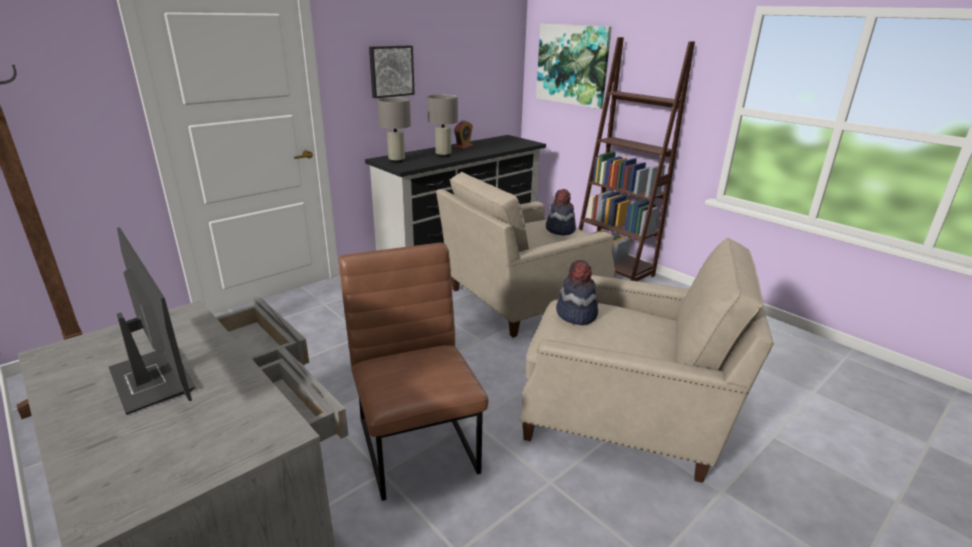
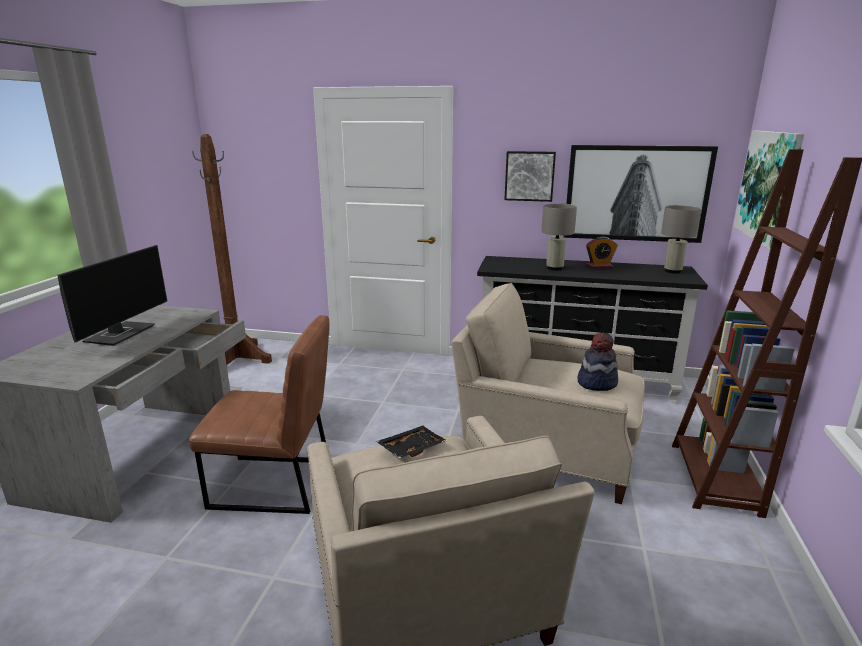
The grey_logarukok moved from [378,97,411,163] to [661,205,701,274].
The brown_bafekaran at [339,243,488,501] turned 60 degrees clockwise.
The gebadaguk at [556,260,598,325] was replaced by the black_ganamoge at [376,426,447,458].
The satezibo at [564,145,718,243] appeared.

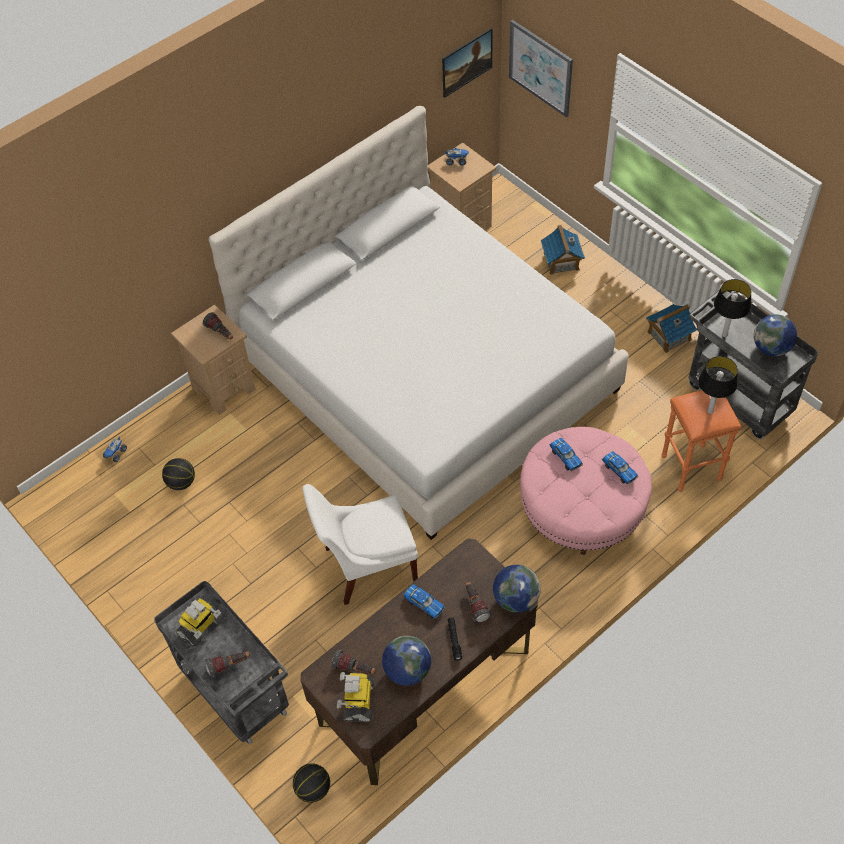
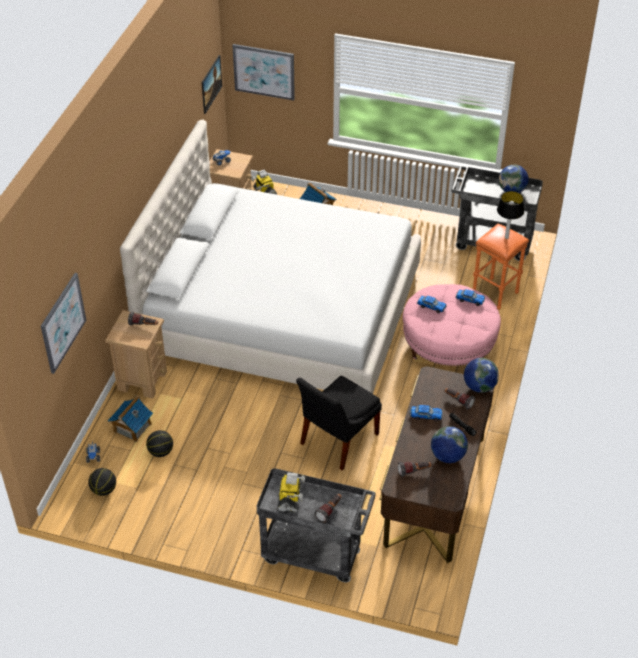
The logarukok at [714,279,751,337] disappeared.
The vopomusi moved from [646,304,697,353] to [108,396,153,442].
The white_bafekaran at [302,484,418,605] became the black_bafekaran at [296,376,382,470].
The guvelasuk moved from [337,672,375,722] to [251,170,277,195].
The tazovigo moved from [293,764,330,803] to [88,468,116,496].
The satezibo at [41,273,86,374] appeared.

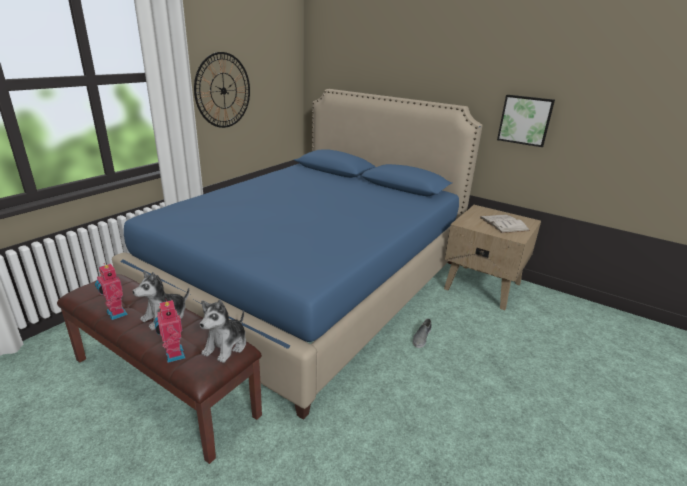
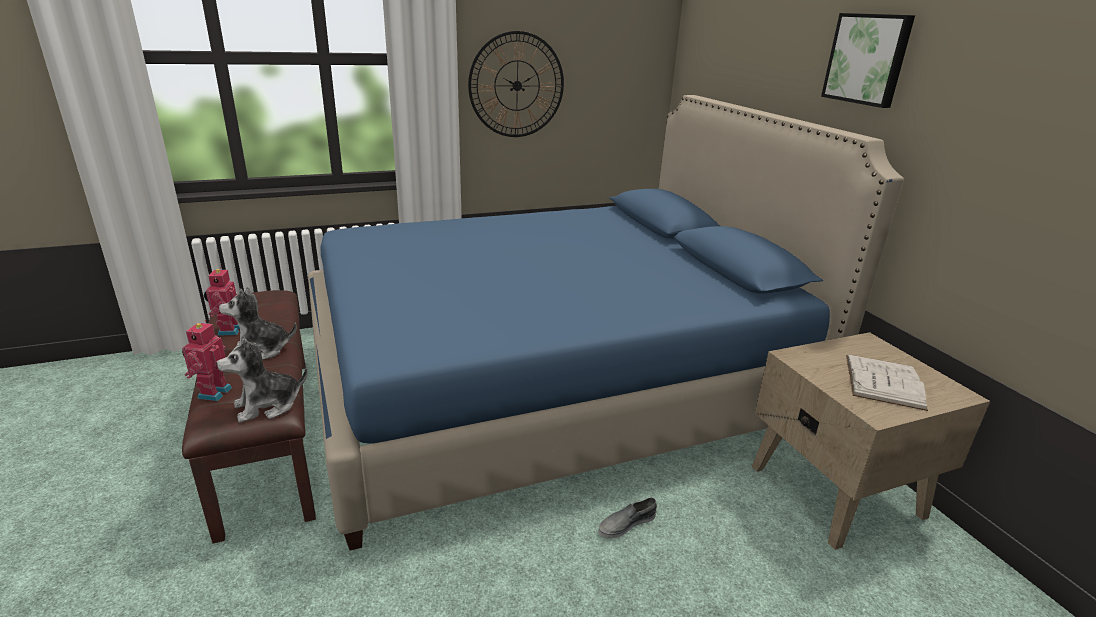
The satezibo moved from [497,95,555,147] to [821,13,915,108].

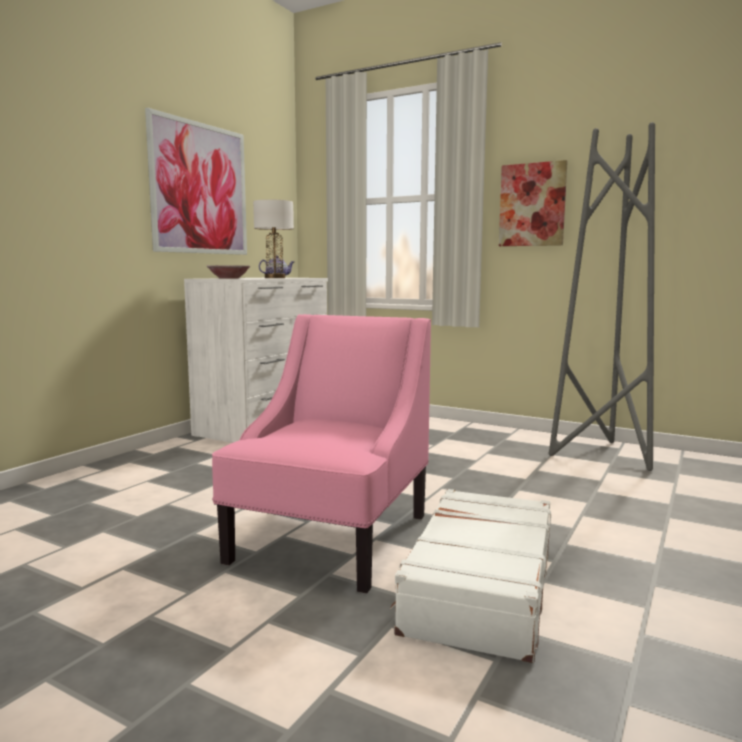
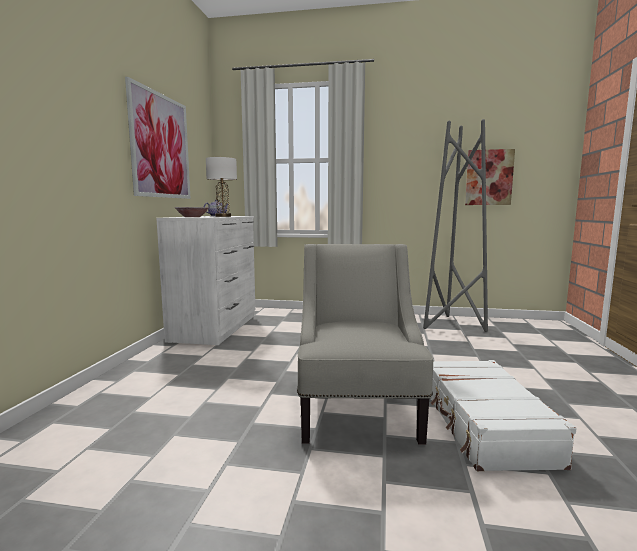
The satezibo moved from [499,160,568,246] to [465,149,515,205].
The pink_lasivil at [212,314,431,594] became the grey_lasivil at [297,244,433,445].

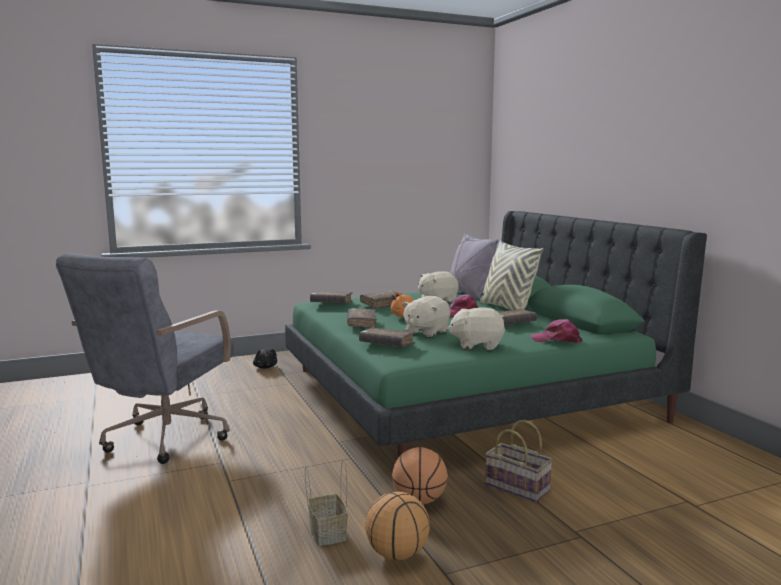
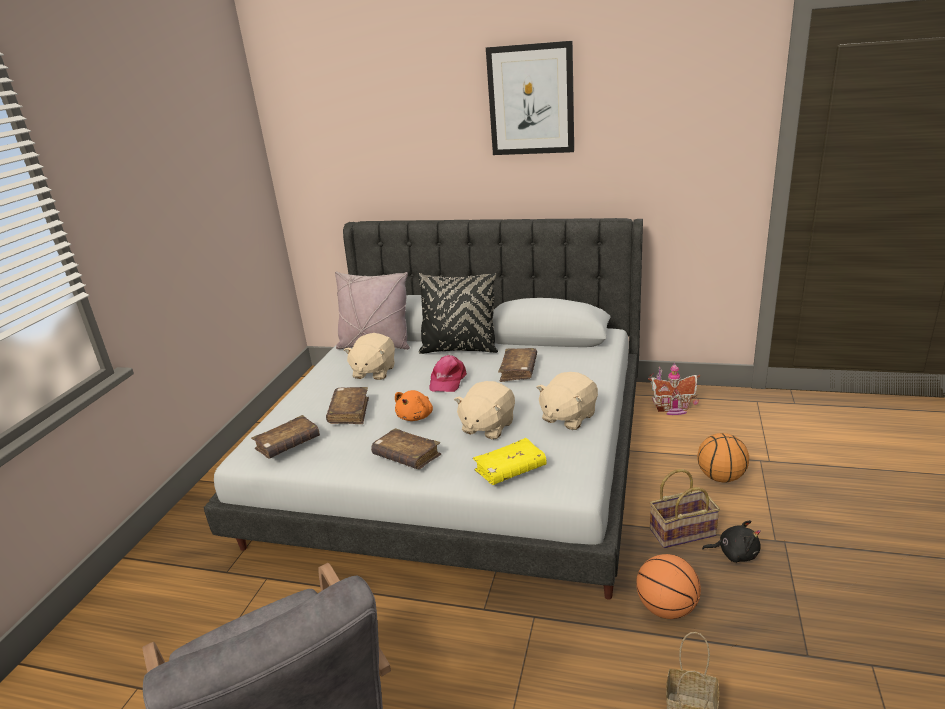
The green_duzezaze at [285,211,707,458] became the grey_duzezaze at [204,218,643,600].
The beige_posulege at [480,240,543,310] became the black_posulege at [418,273,498,354].
The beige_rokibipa at [402,296,450,337] turned 45 degrees clockwise.
The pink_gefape at [531,319,582,343] disappeared.
The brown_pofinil at [359,327,415,347] became the yellow_pofinil at [473,438,547,485].
The black_rokibipa moved from [253,349,277,369] to [702,520,761,563].
The tazovigo moved from [365,492,430,560] to [697,433,749,483].
The satezibo at [486,41,574,155] appeared.
The vopomusi at [648,363,700,415] appeared.

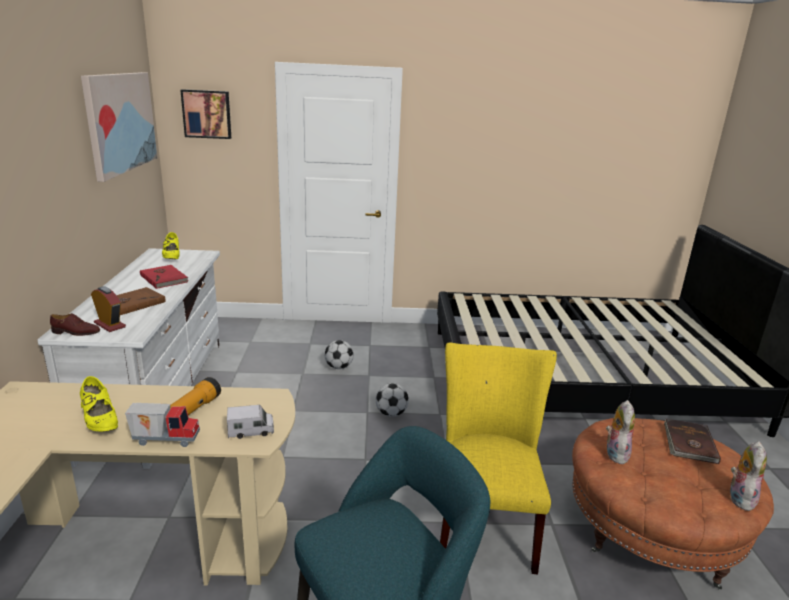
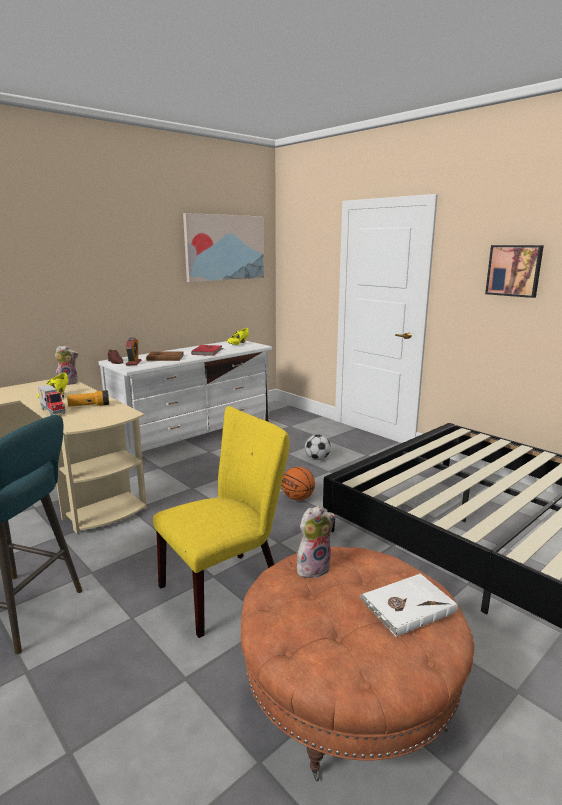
The satezibo moved from [180,89,231,139] to [485,245,544,298].
The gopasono at [376,383,409,417] was replaced by the tazovigo at [282,467,315,501].
The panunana at [227,405,274,439] disappeared.
The brown_pofinil at [664,419,721,464] became the white_pofinil at [359,574,458,637].
The rokibipa moved from [730,441,767,511] to [55,346,78,385].

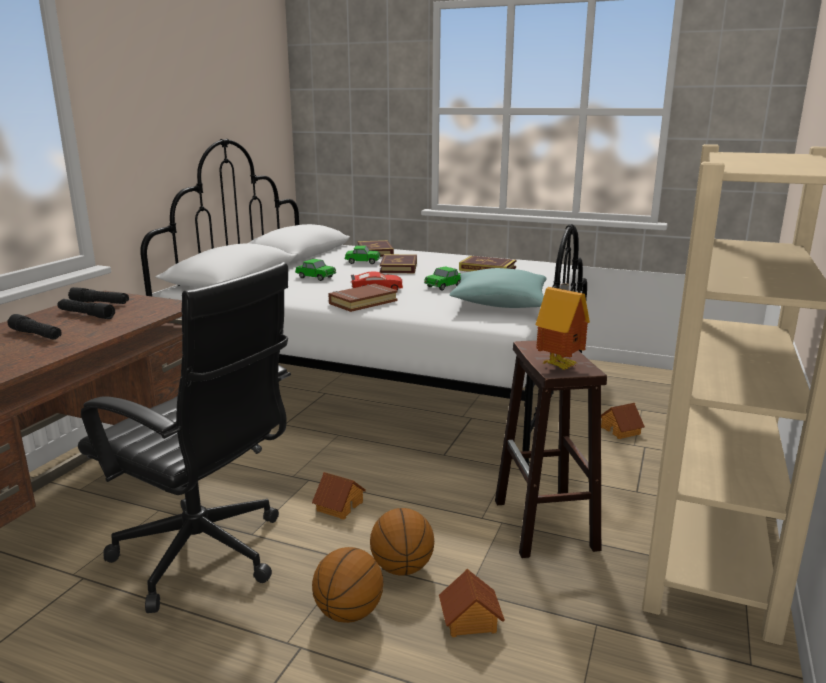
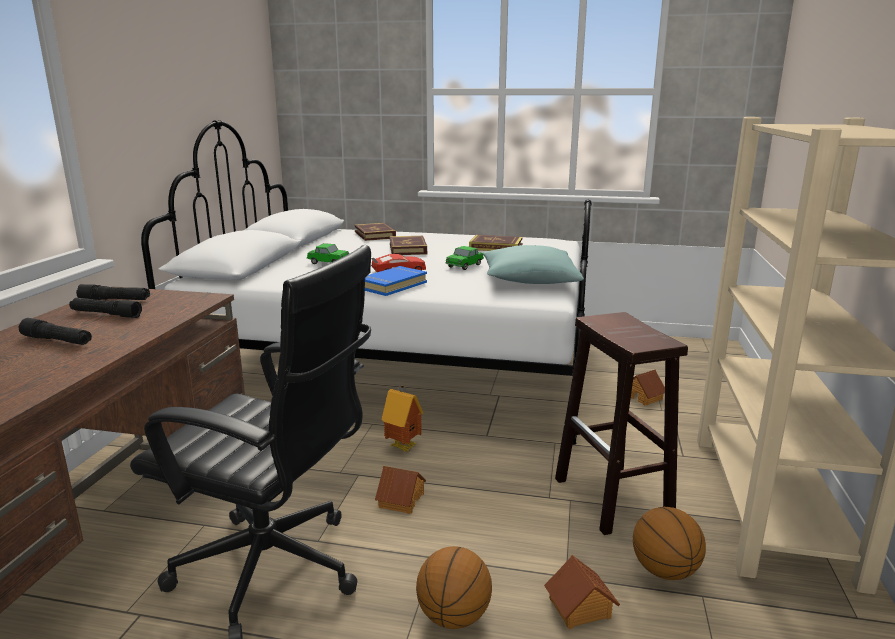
The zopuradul at [345,245,381,264] disappeared.
The vopomusi moved from [536,283,590,370] to [381,385,423,452].
The brown_pofinil at [328,284,398,312] became the blue_pofinil at [365,266,427,296].
The tazovigo moved from [370,508,434,576] to [633,507,706,580].

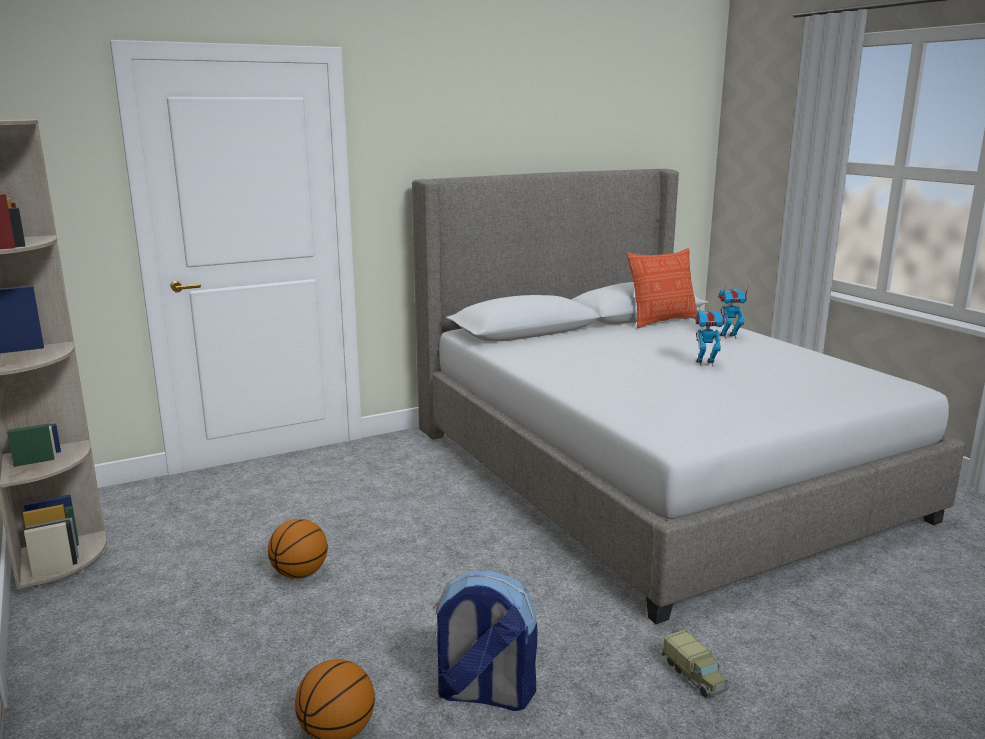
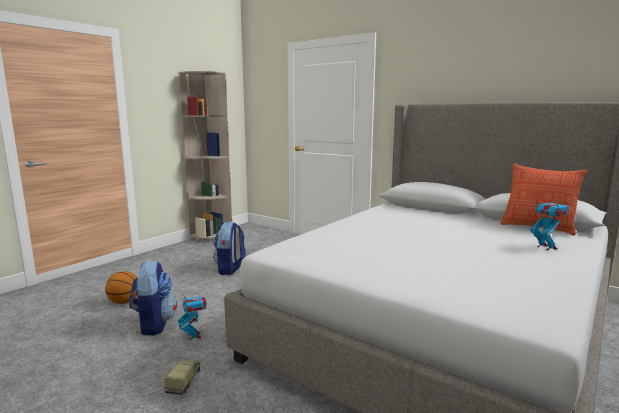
The guvelasuk moved from [695,308,726,366] to [178,291,207,340].
The tazovigo at [268,519,328,579] was replaced by the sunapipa at [213,221,246,275].
The panunana at [662,630,729,697] turned 150 degrees clockwise.

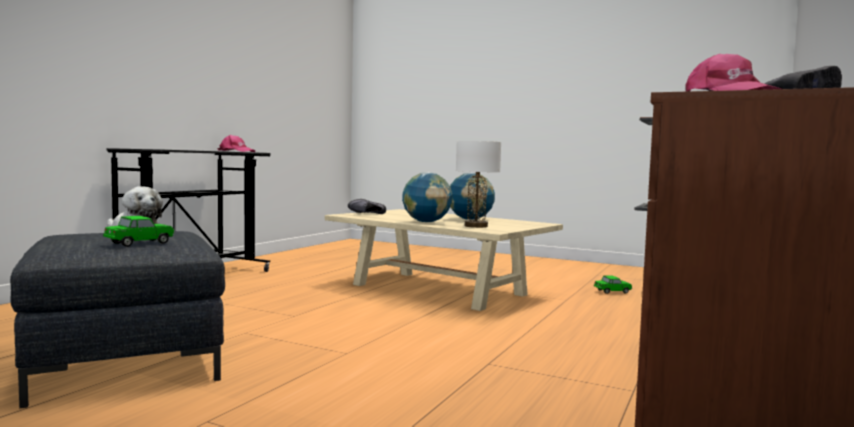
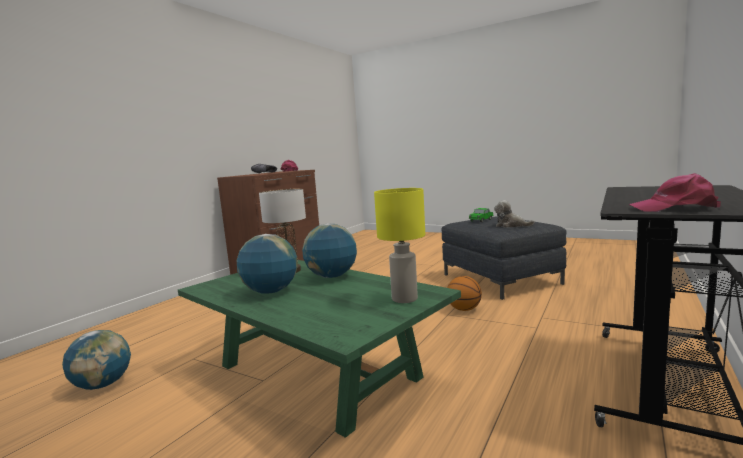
The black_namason at [348,199,386,214] was replaced by the yellow_logarukok at [374,188,425,303].
The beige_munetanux at [325,209,563,311] became the green_munetanux at [178,260,461,438].
The zopuradul at [594,276,632,294] was replaced by the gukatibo at [62,330,131,390].
The tazovigo at [447,276,482,311] appeared.

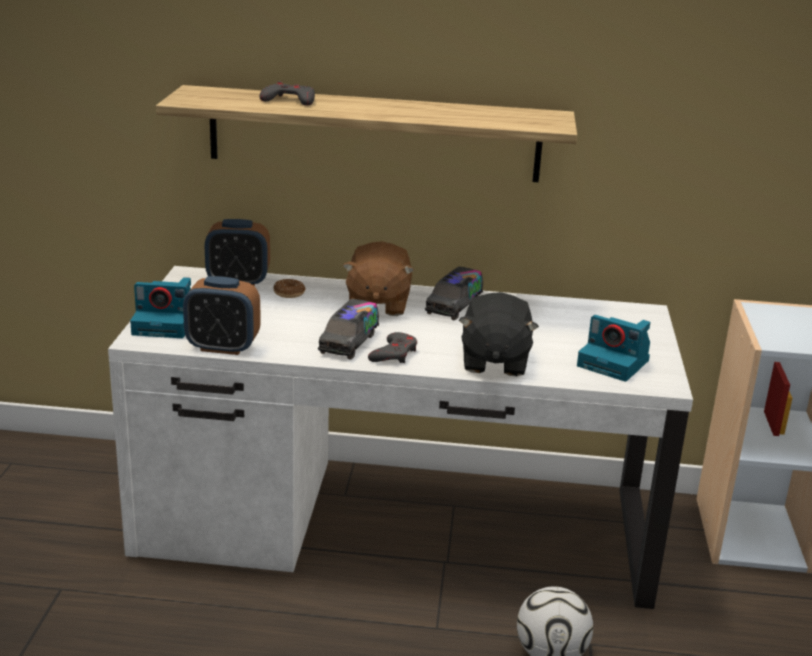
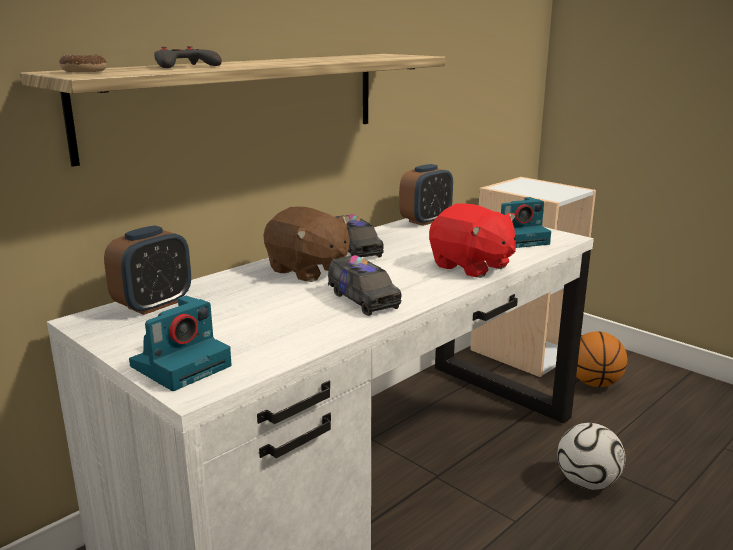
The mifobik moved from [183,276,261,355] to [399,164,453,226].
The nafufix moved from [273,279,306,298] to [59,54,107,72].
The black_rokibipa at [459,292,539,376] became the red_rokibipa at [429,204,516,278].
The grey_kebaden at [368,332,417,363] disappeared.
The tazovigo at [576,331,627,387] appeared.

